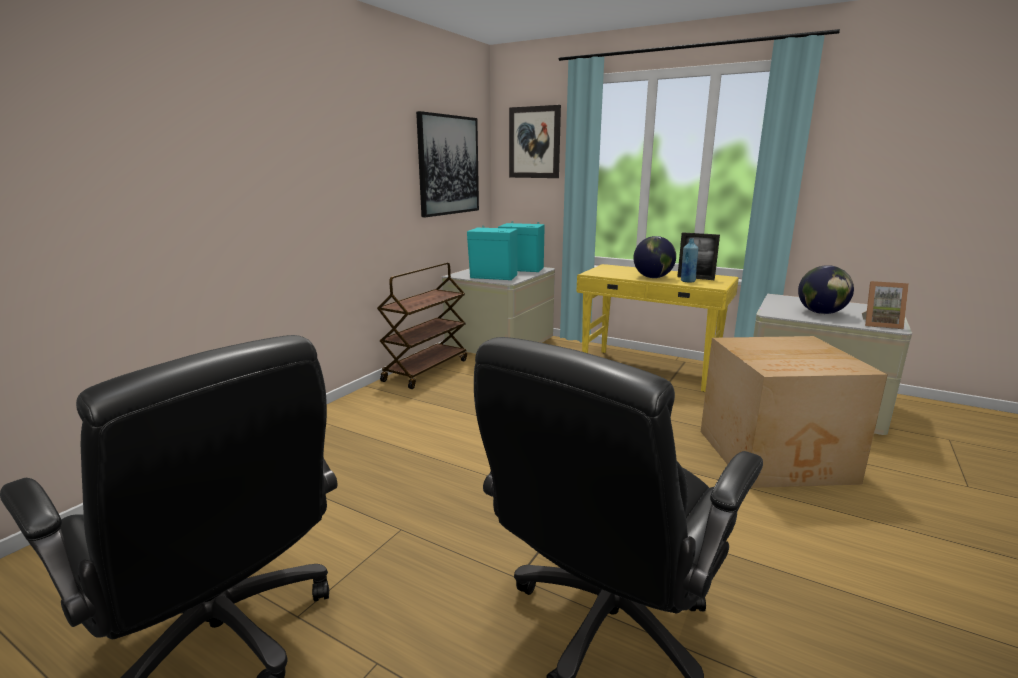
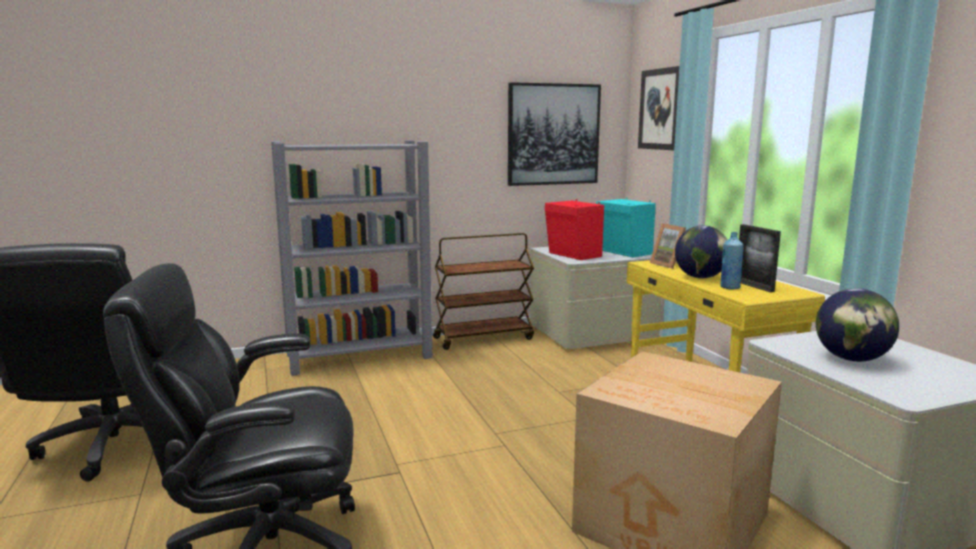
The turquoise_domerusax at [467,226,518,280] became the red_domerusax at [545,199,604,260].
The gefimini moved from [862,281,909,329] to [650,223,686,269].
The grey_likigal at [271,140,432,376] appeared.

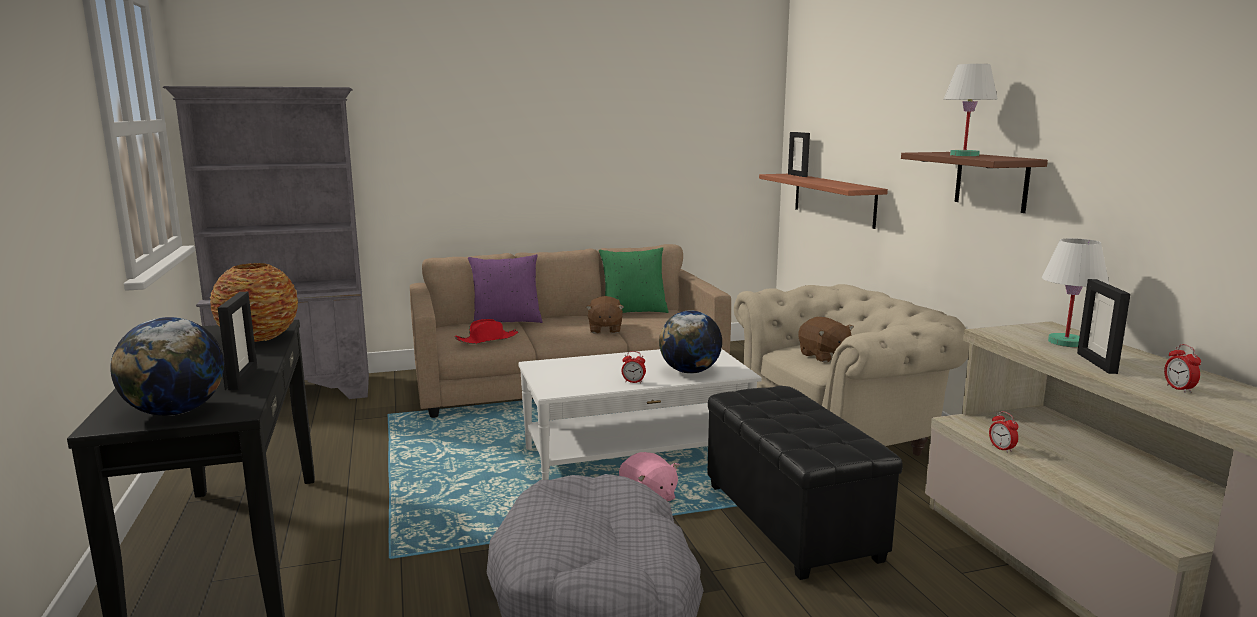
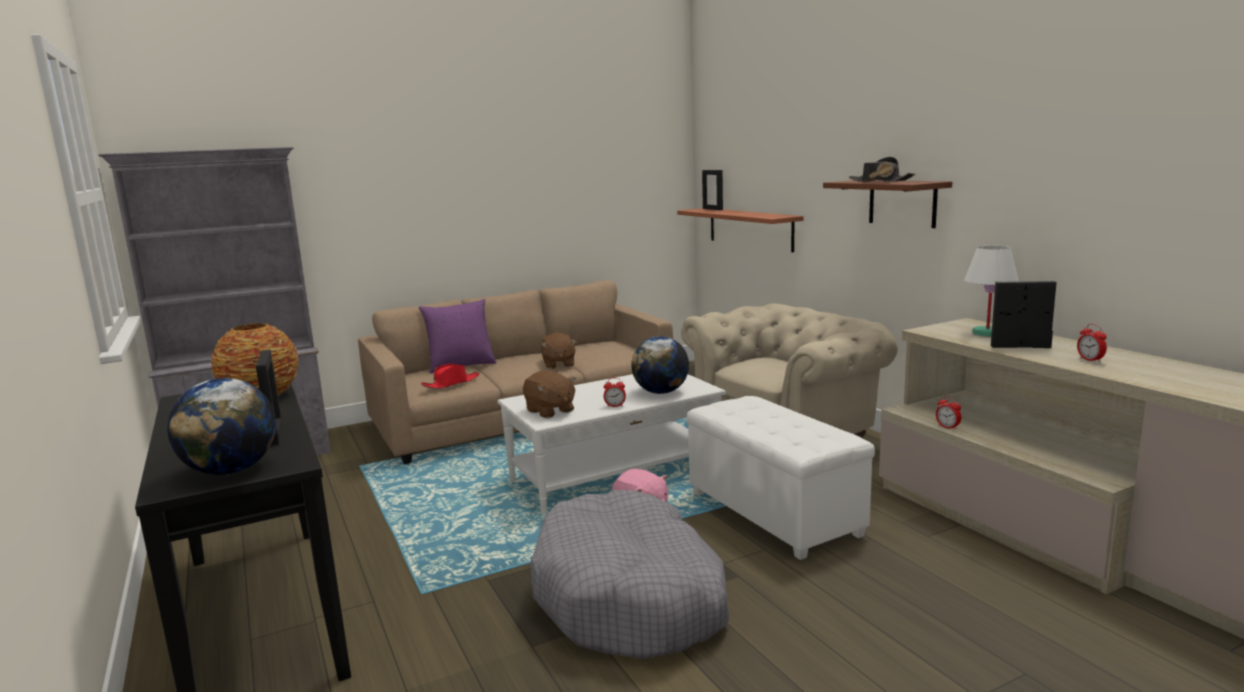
The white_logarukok at [944,64,998,156] was replaced by the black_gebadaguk at [849,157,915,182].
The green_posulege at [599,247,669,313] disappeared.
The gefimini at [1077,279,1131,374] turned 105 degrees clockwise.
The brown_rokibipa moved from [798,316,854,362] to [523,371,576,418].
The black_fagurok at [707,385,903,580] became the white_fagurok at [687,396,875,560].

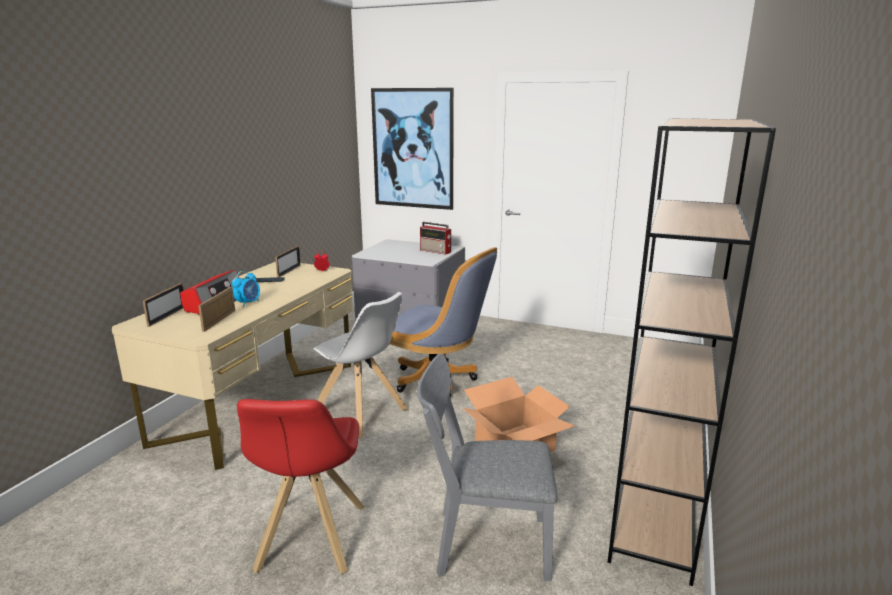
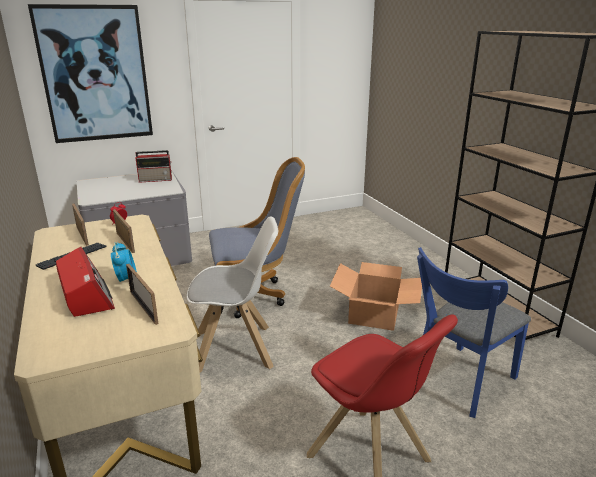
The gefimini moved from [143,283,184,327] to [113,209,135,253].
The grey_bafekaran at [417,354,557,581] became the blue_bafekaran at [417,247,531,418].

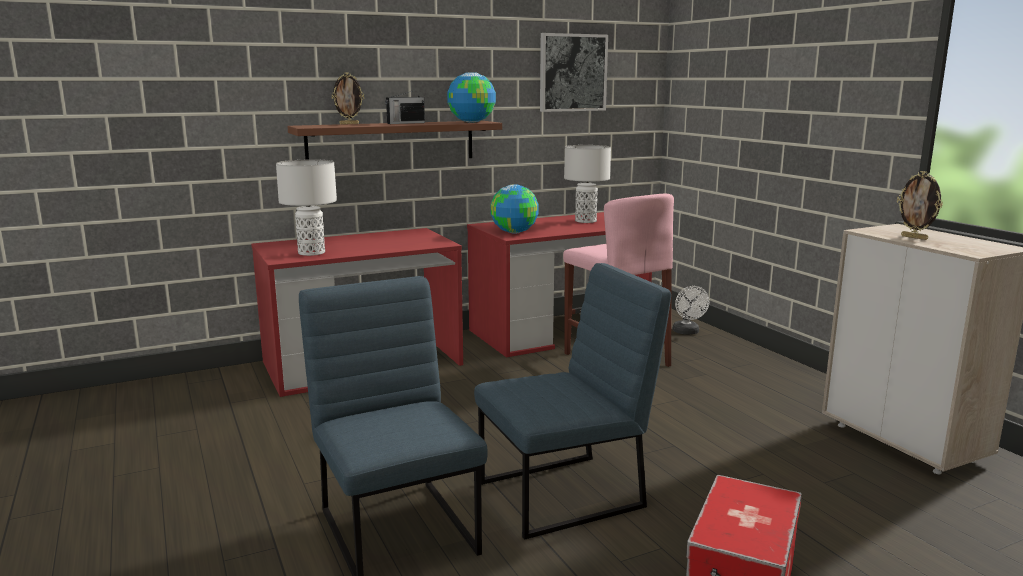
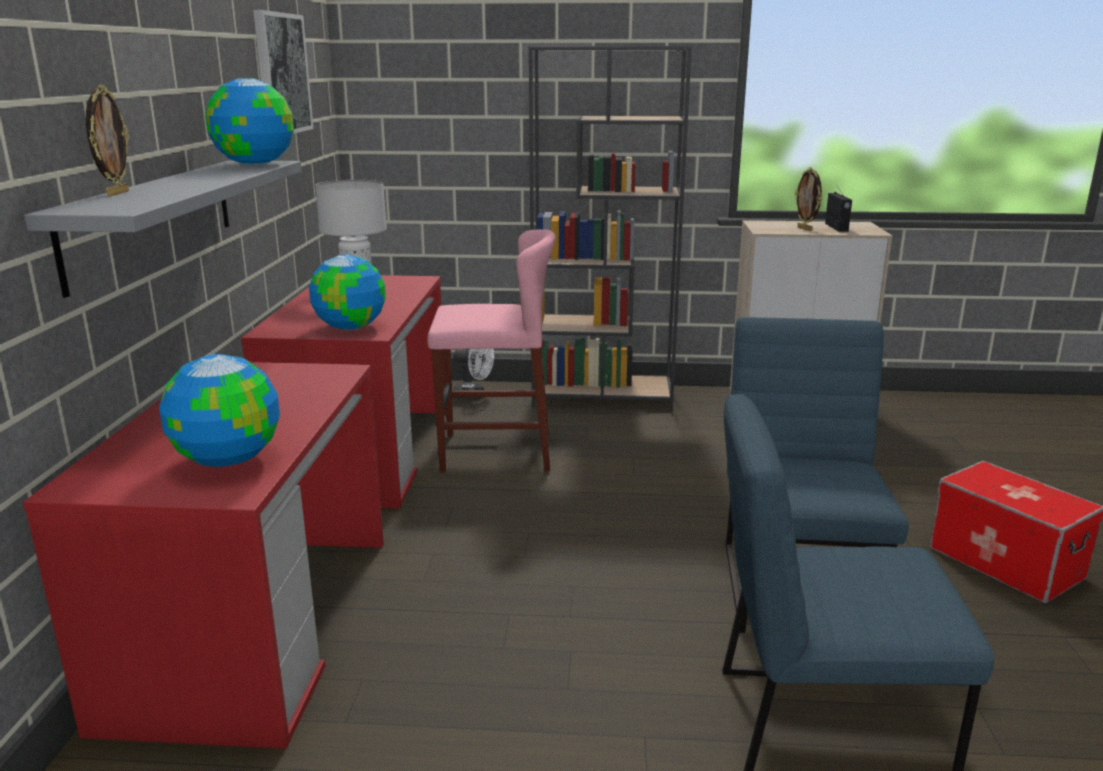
The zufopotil moved from [385,91,425,124] to [825,186,852,232].
The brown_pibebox at [287,121,502,160] became the grey_pibebox at [24,160,302,298].
The white_logarukok at [276,159,337,256] was replaced by the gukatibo at [159,354,280,467].
The gefimini at [897,171,943,240] turned 75 degrees clockwise.
The likigal at [529,46,692,411] appeared.

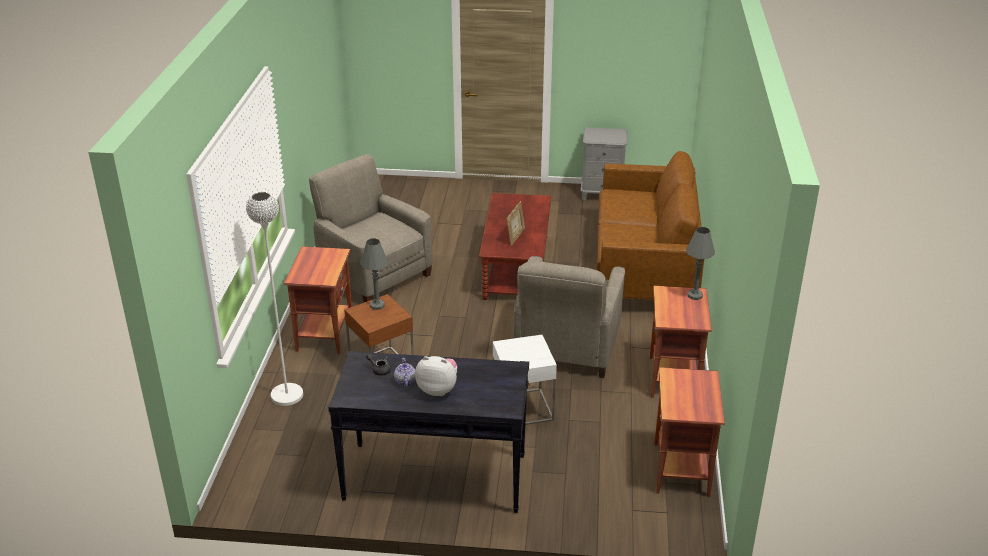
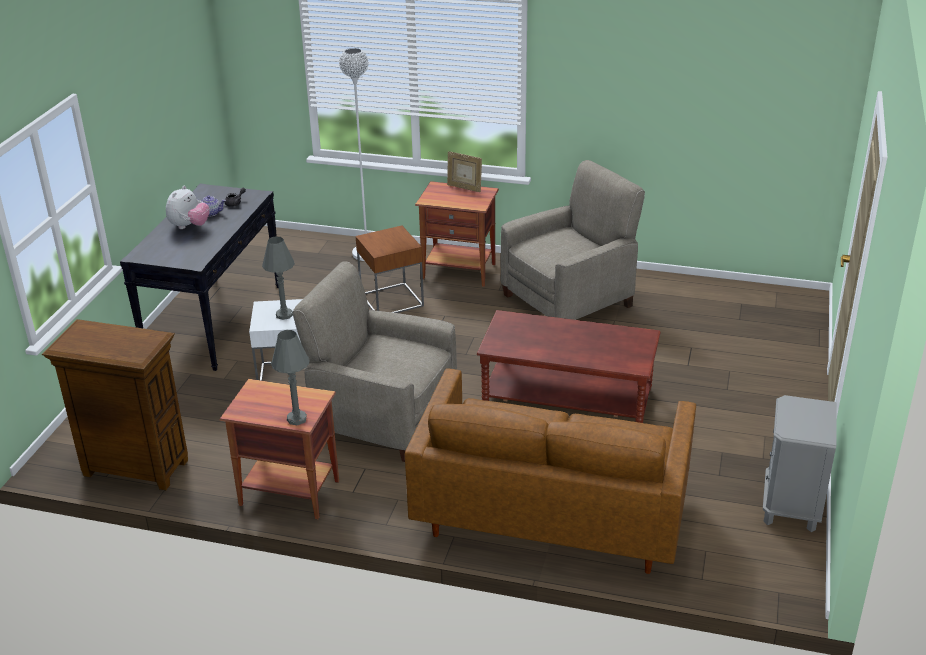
The gefimini moved from [507,201,525,246] to [447,151,482,192].
The grey_logarukok moved from [360,239,388,310] to [262,236,295,320].
The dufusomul at [654,367,725,497] was replaced by the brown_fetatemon at [42,319,188,490].

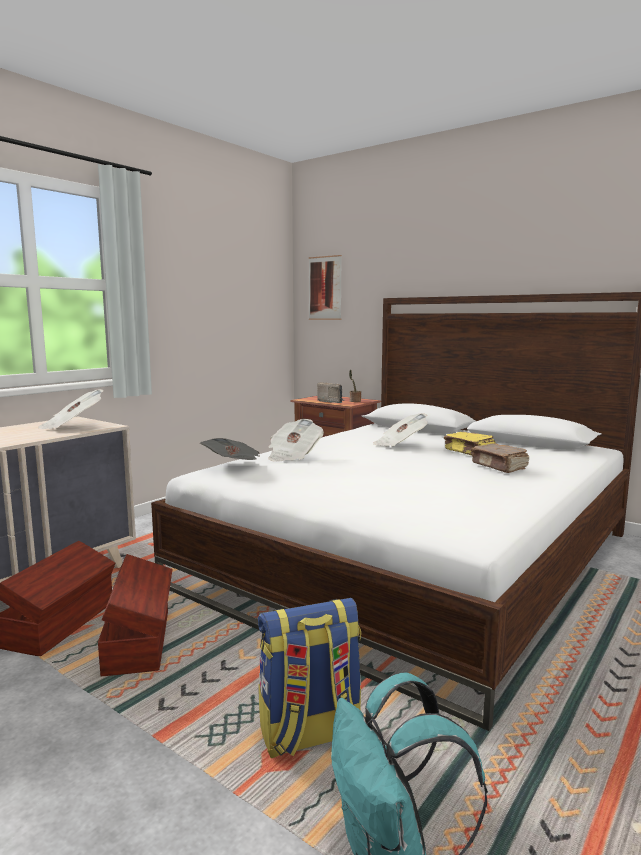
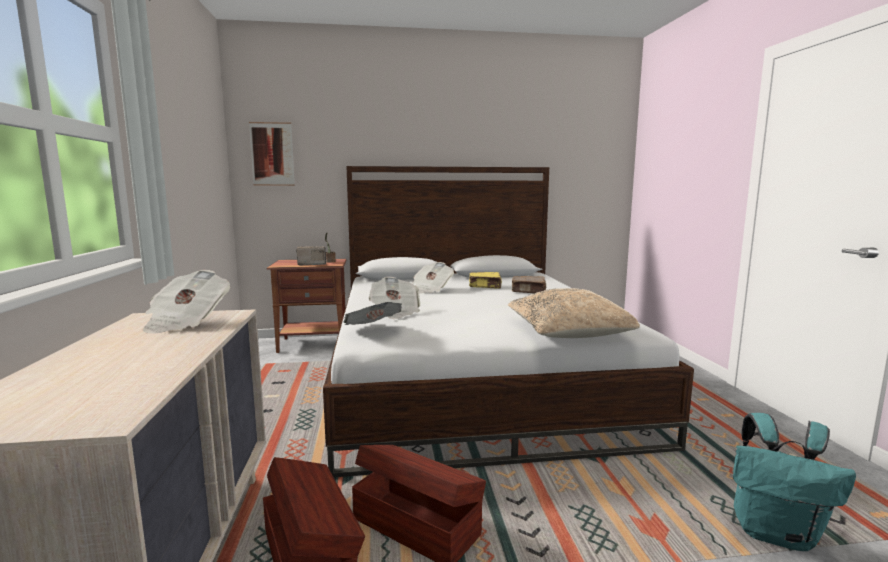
The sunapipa at [258,598,361,758] disappeared.
The beige_posulege at [508,288,640,338] appeared.

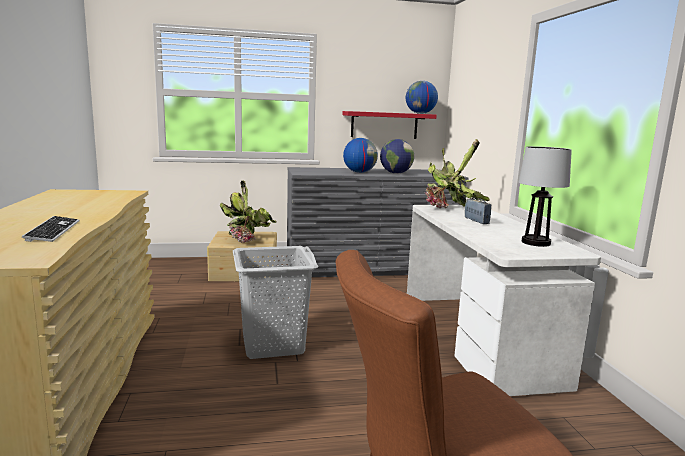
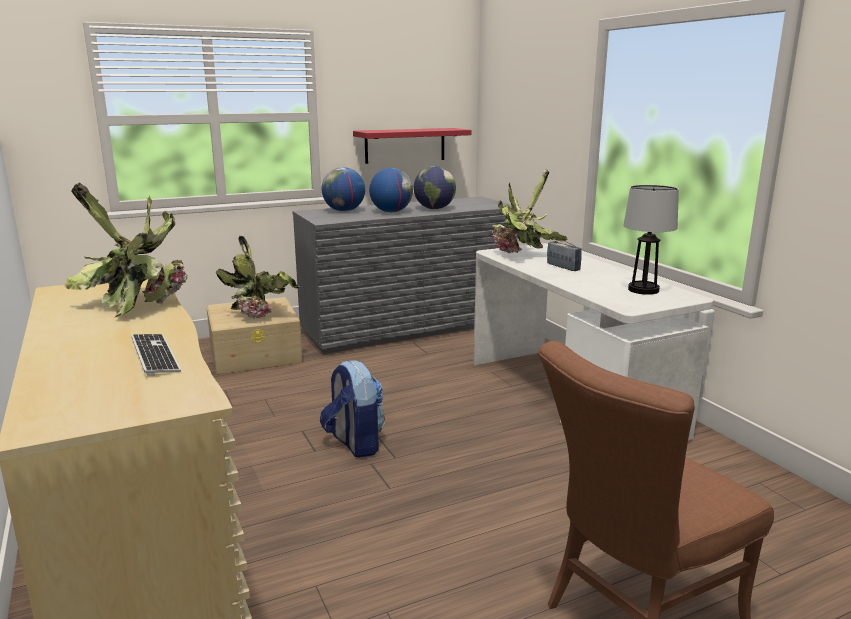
The gukatibo moved from [406,81,438,114] to [322,167,365,212].
The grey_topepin at [233,246,318,359] was replaced by the sunapipa at [320,360,385,458].
The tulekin at [64,183,187,317] appeared.

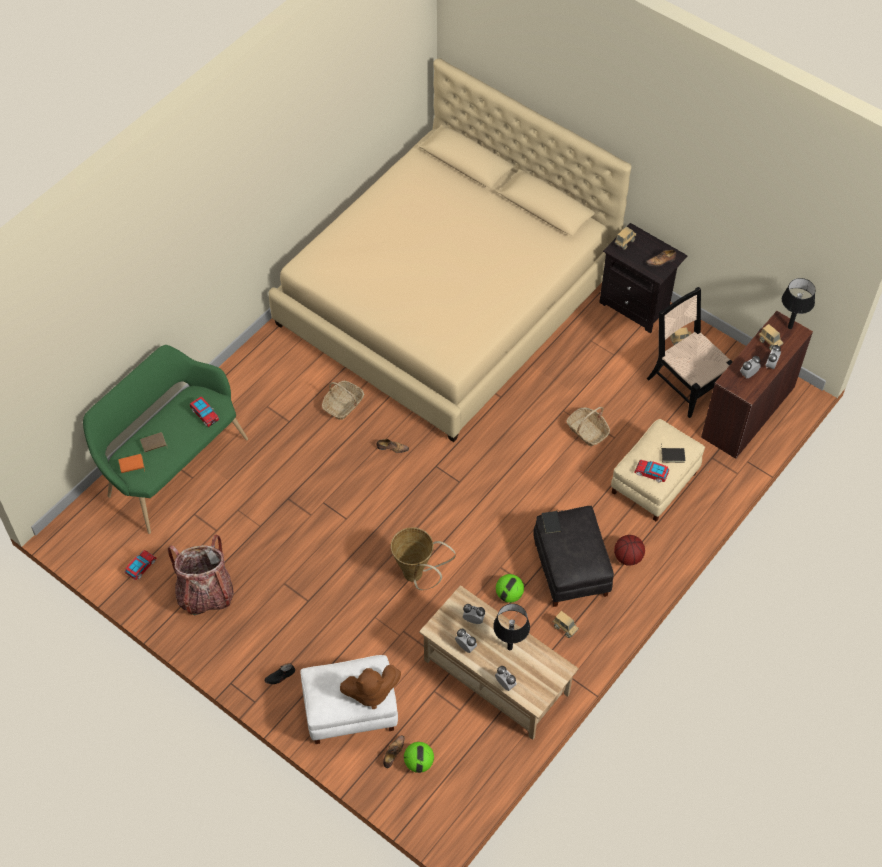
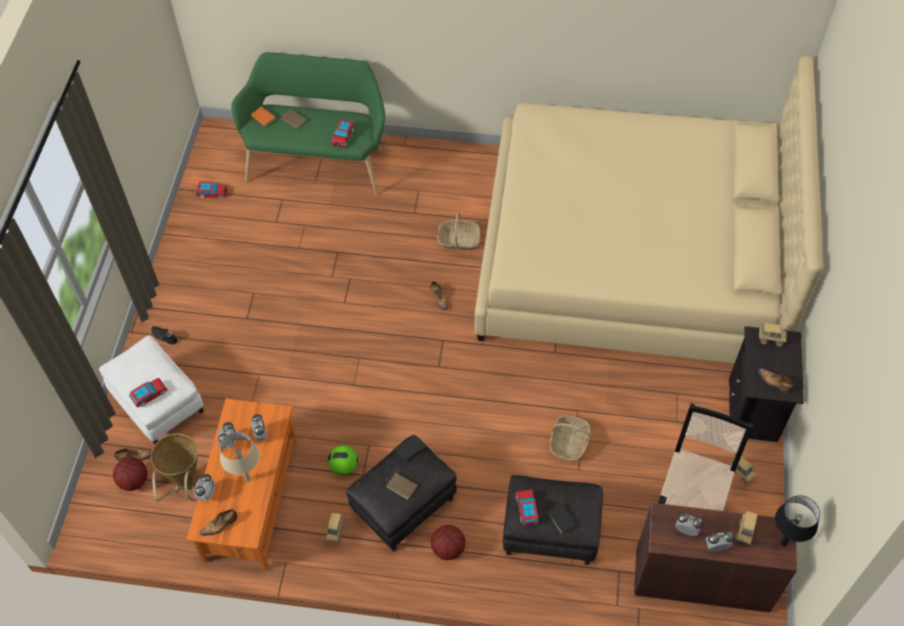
The beige_fagurok at [611,419,705,521] became the black_fagurok at [503,475,603,565].
The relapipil moved from [391,527,456,590] to [151,433,198,502].
The sunapipa at [168,534,234,615] disappeared.
The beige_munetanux at [419,585,579,740] became the orange_munetanux at [186,399,297,571].
The black_logarukok at [493,604,530,650] became the beige_logarukok at [220,432,259,482].
The brown_rokibipa at [340,665,401,709] was replaced by the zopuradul at [129,378,168,407].
The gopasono at [404,742,434,773] was replaced by the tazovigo at [113,457,147,491].
The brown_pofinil at [387,468,418,500] appeared.
The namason at [200,509,237,536] appeared.

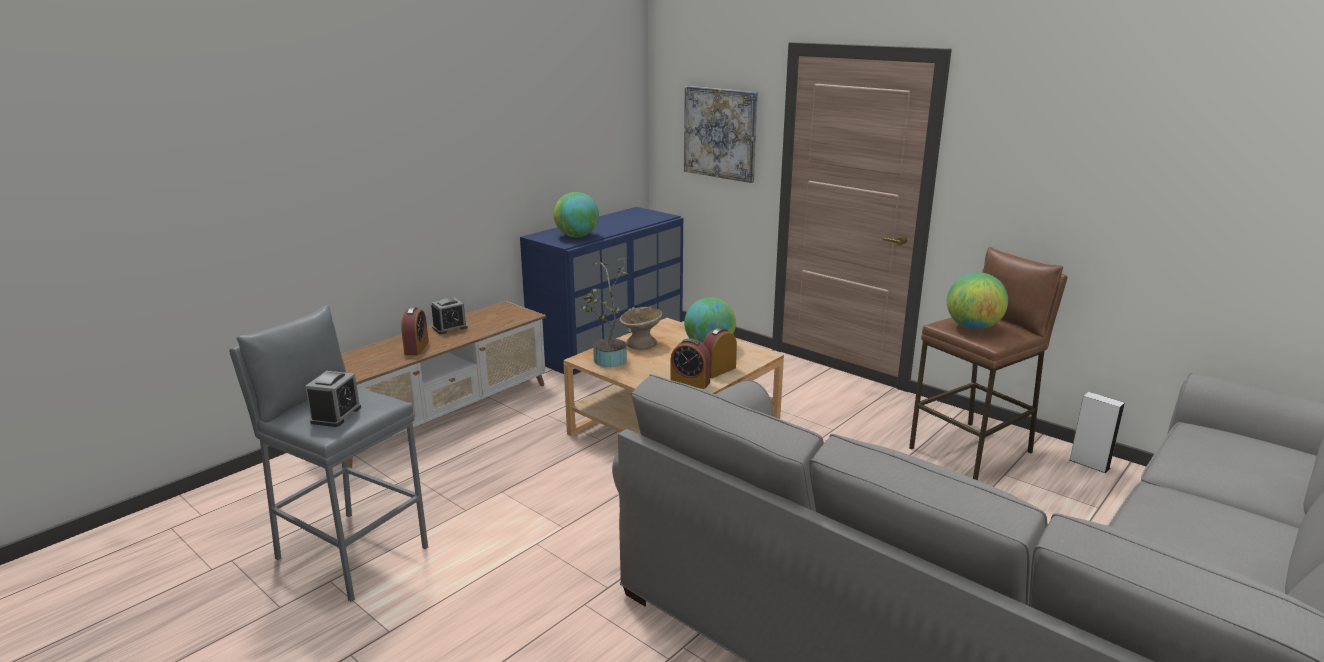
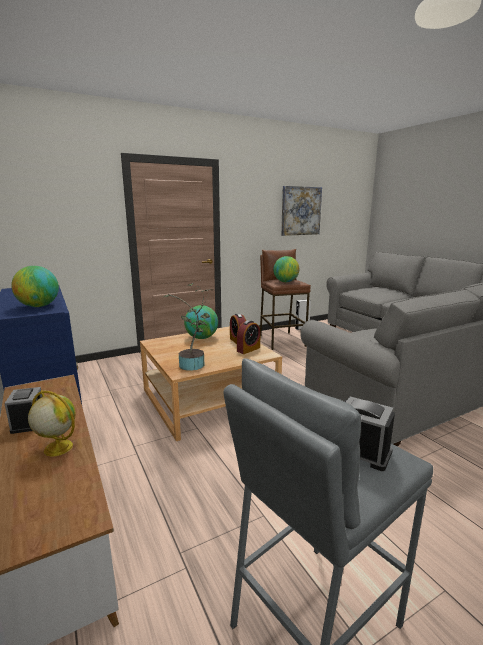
The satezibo moved from [684,86,758,183] to [281,186,322,236].
The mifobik at [401,307,429,355] was replaced by the gukatibo at [28,390,76,456].
The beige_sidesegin at [620,307,662,350] disappeared.

